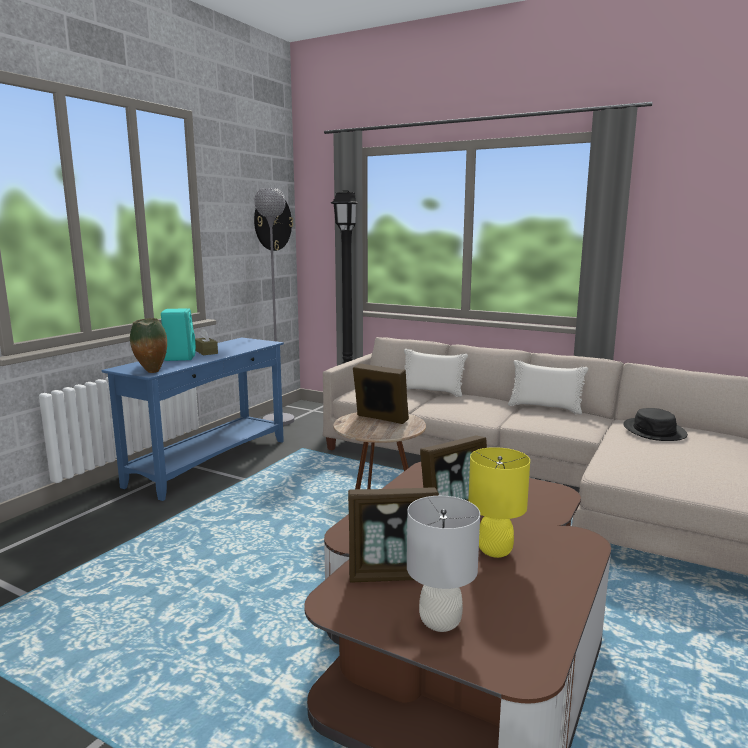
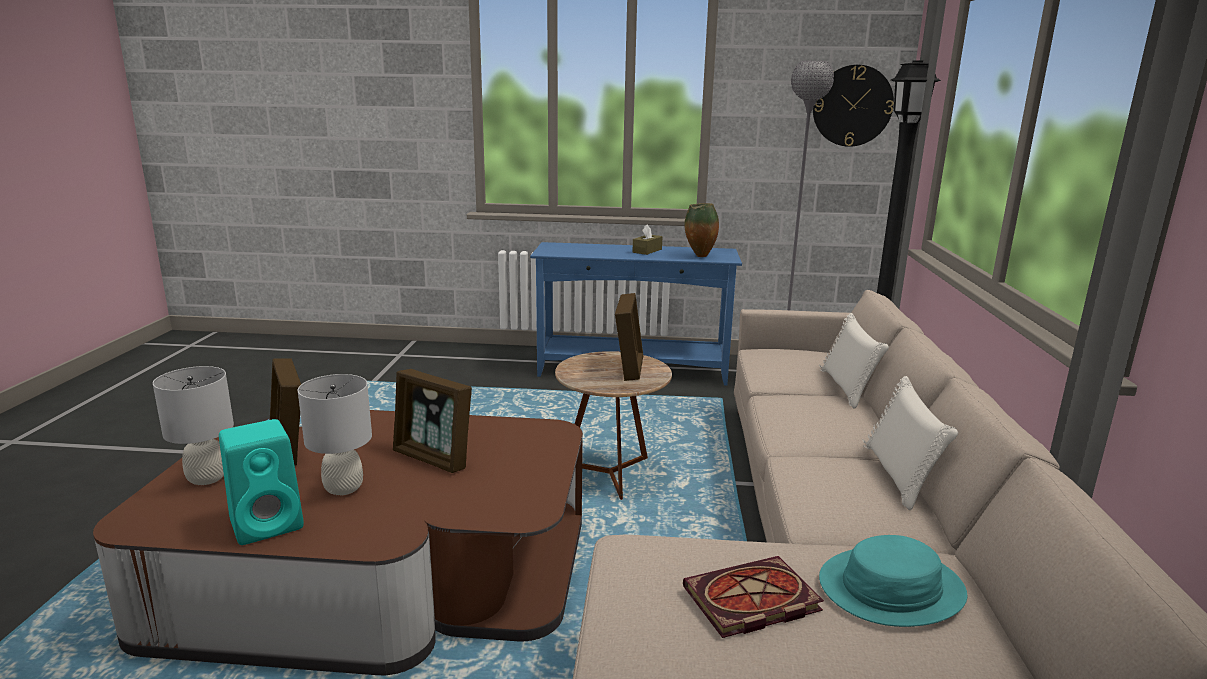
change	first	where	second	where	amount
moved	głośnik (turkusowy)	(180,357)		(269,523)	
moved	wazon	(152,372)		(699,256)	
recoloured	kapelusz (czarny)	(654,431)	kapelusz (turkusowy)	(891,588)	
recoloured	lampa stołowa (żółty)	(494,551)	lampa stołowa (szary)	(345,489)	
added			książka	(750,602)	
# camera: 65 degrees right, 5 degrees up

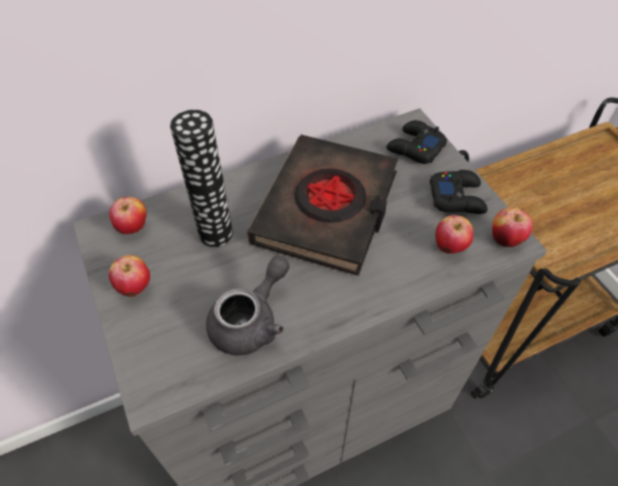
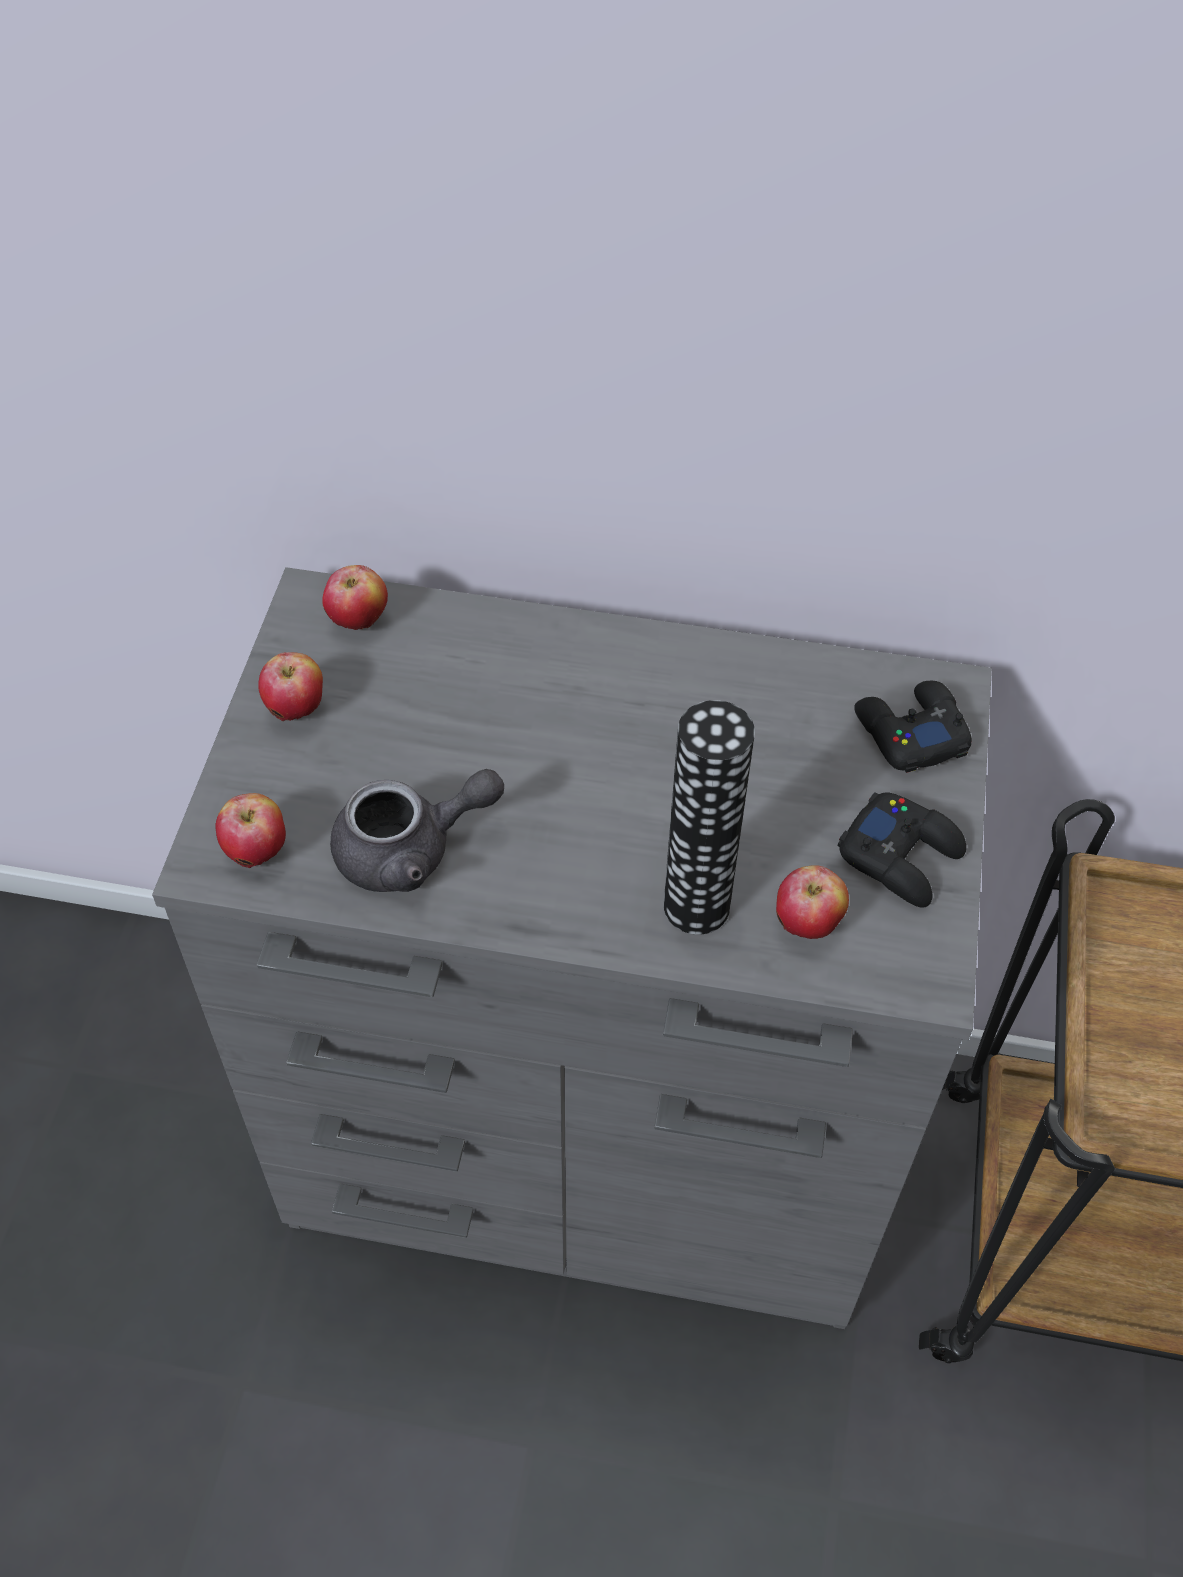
change	first	where	second	where	amount
moved	wazon	(215,233)		(696,906)	
removed	książka (czarny)	(327,209)			
moved	jabłko	(505,239)		(257,853)	
# camera: 35 degrees right, 0 degrees up

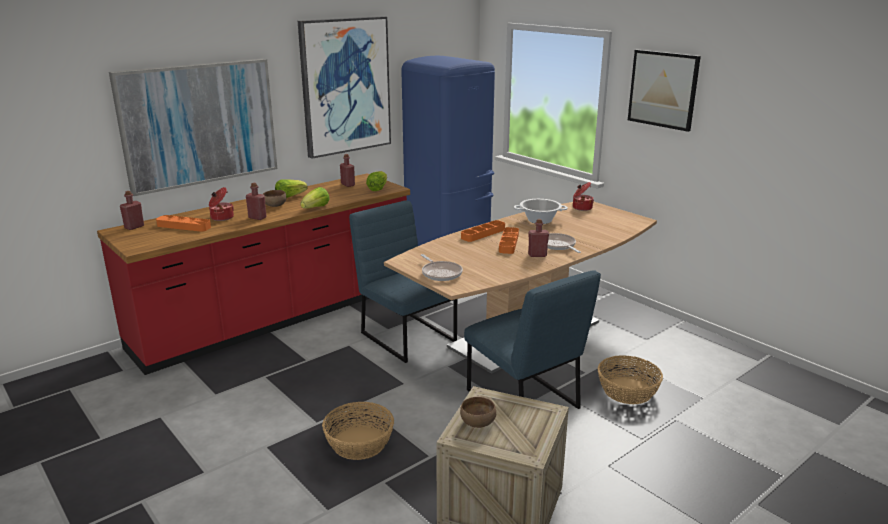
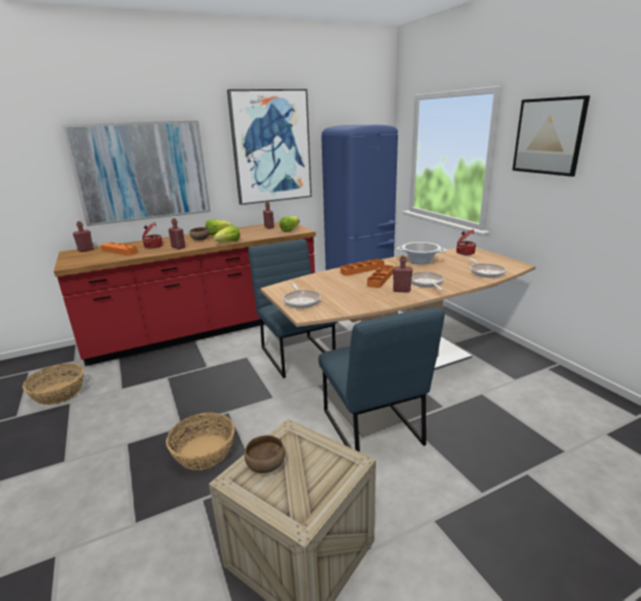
change	first	where	second	where	amount
moved	koszyk	(627,391)		(58,393)	
added			patelnia	(486,272)	
# camera: 15 degrees right, 0 degrees up

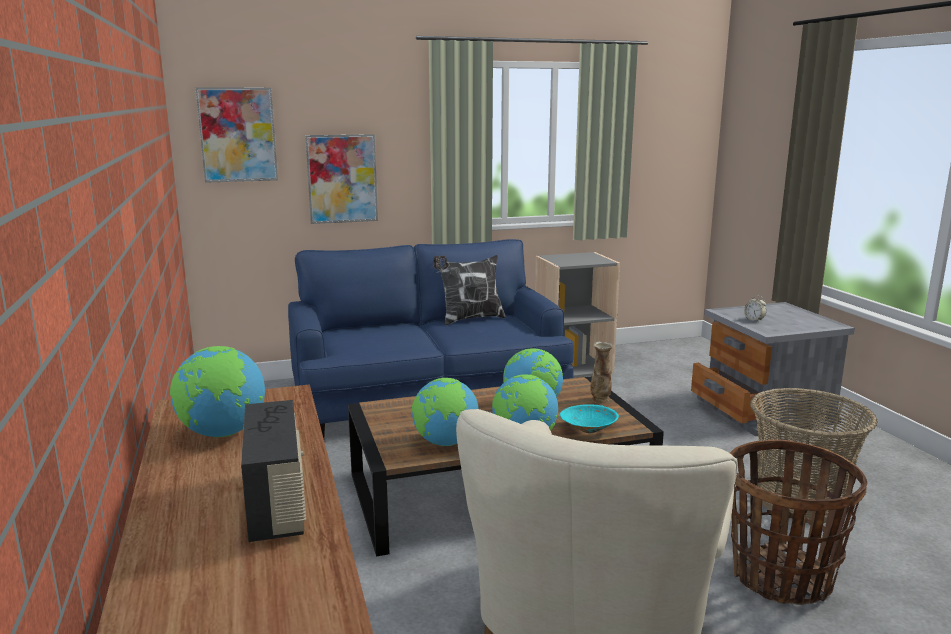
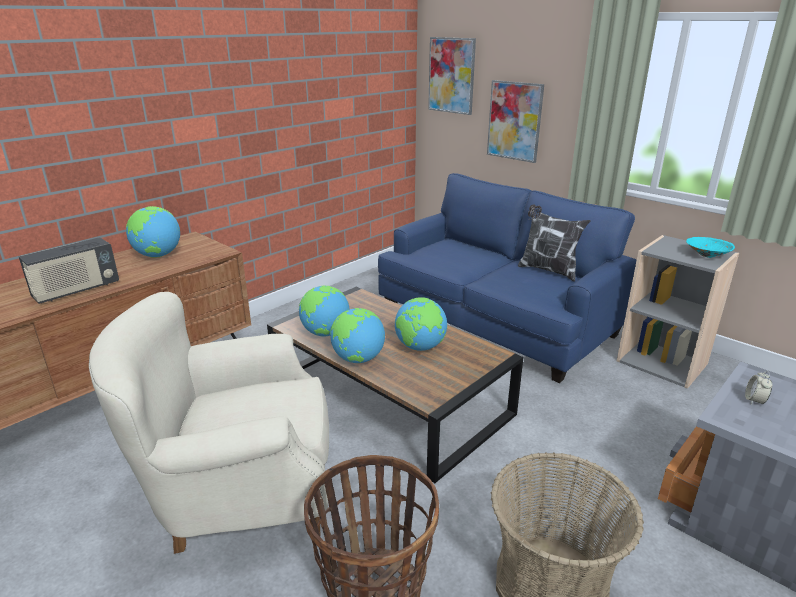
change	first	where	second	where	amount
removed	wazon	(600,400)			
moved	miska (turkusowy)	(587,430)		(706,255)	
# camera: 60 degrees right, 10 degrees up

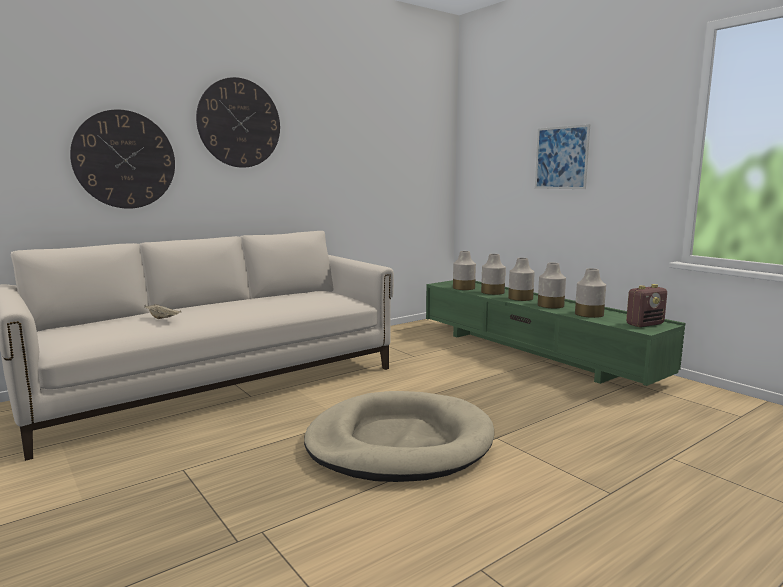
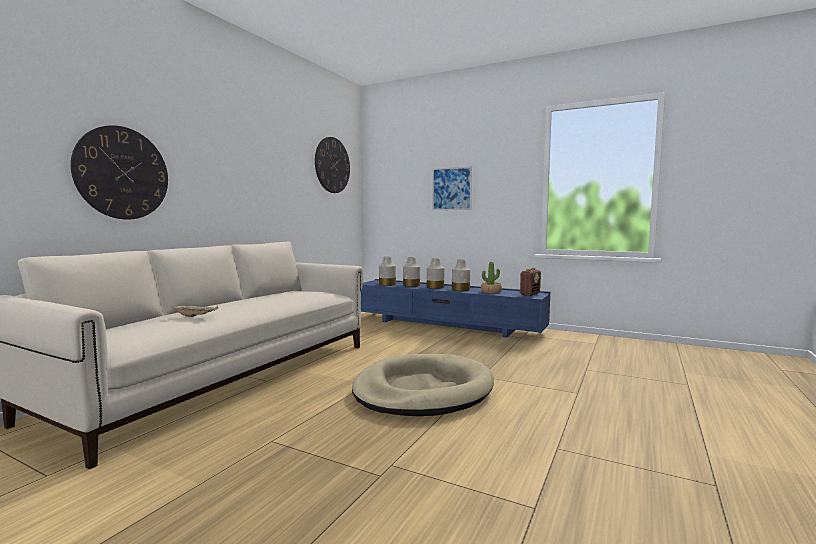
change	first	where	second	where	amount
moved	zegar ścienny	(239,123)		(332,165)	
replaced	wazon (beżowy)	(589,314)	roślina doniczkowa	(491,292)	
recoloured	szafka pod telewizor (zielony)	(533,352)	szafka pod telewizor (niebieski)	(447,325)	
# camera: 25 degrees left, 5 degrees down

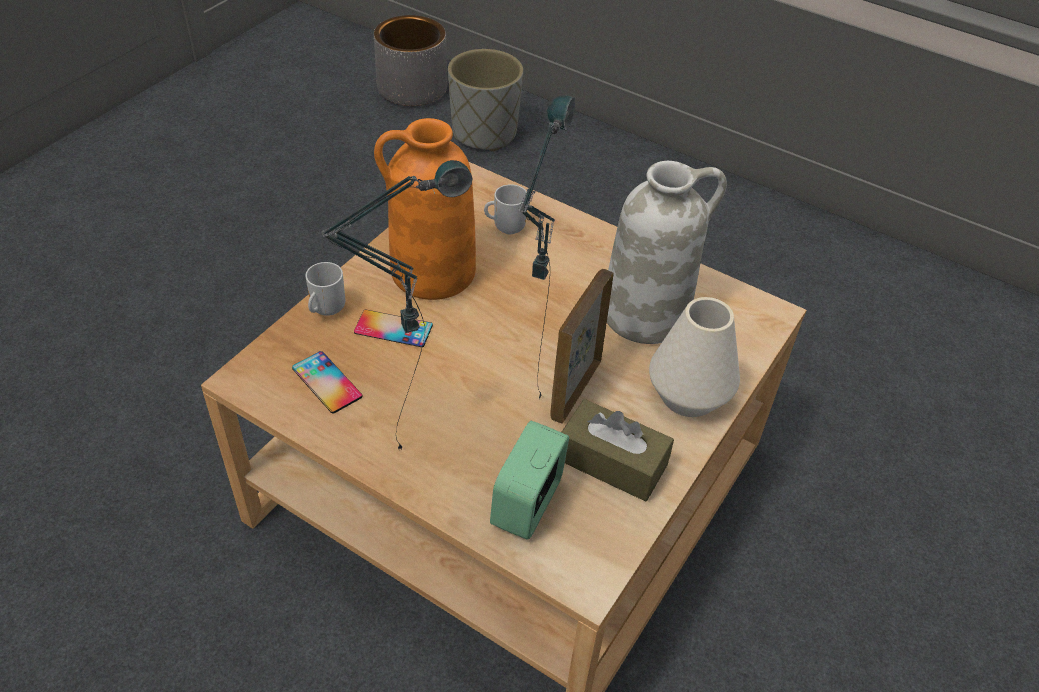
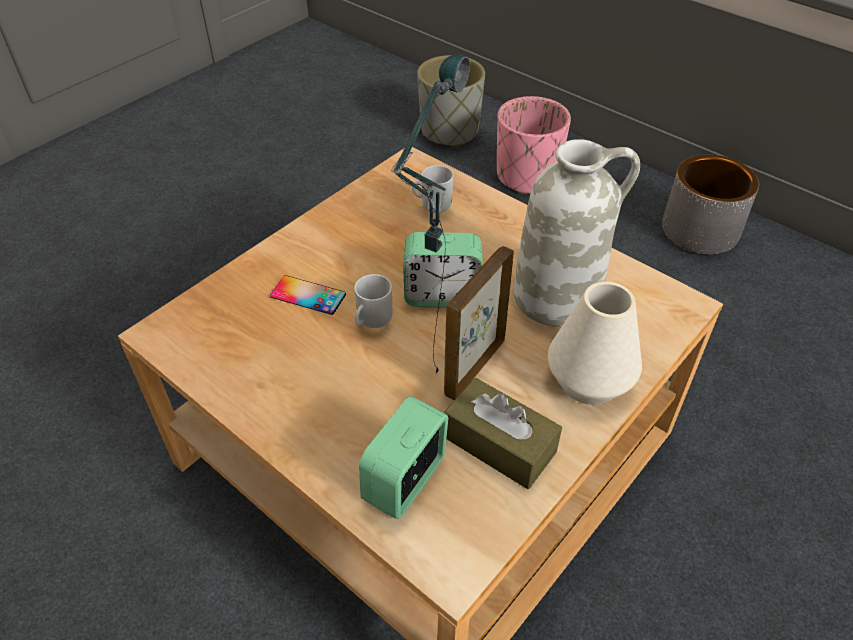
change	first	where	second	where	amount
moved	donica (szary)	(412,89)		(699,231)	
removed	wazon (pomarańczowy)	(432,272)			
removed	lampa stołowa	(411,433)			
moved	kubek	(325,310)		(372,322)	
removed	telefon	(327,382)			
added			donica (różowy)	(527,176)	
added			budzik	(442,295)	
# camera: 10 degrees right, 0 degrees up

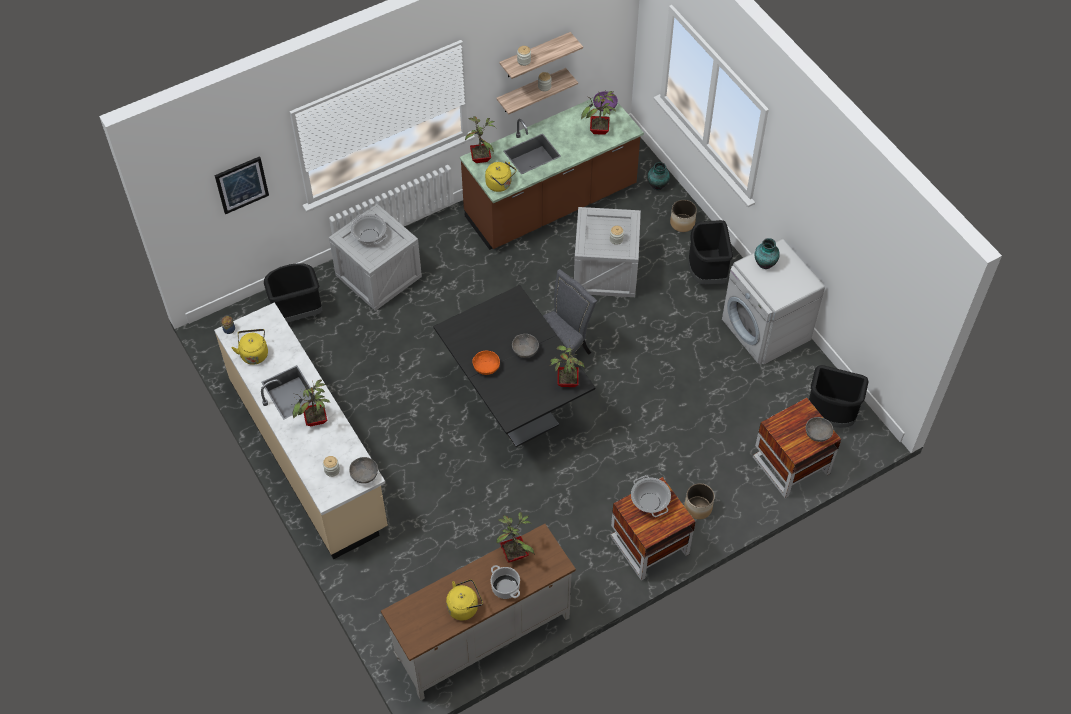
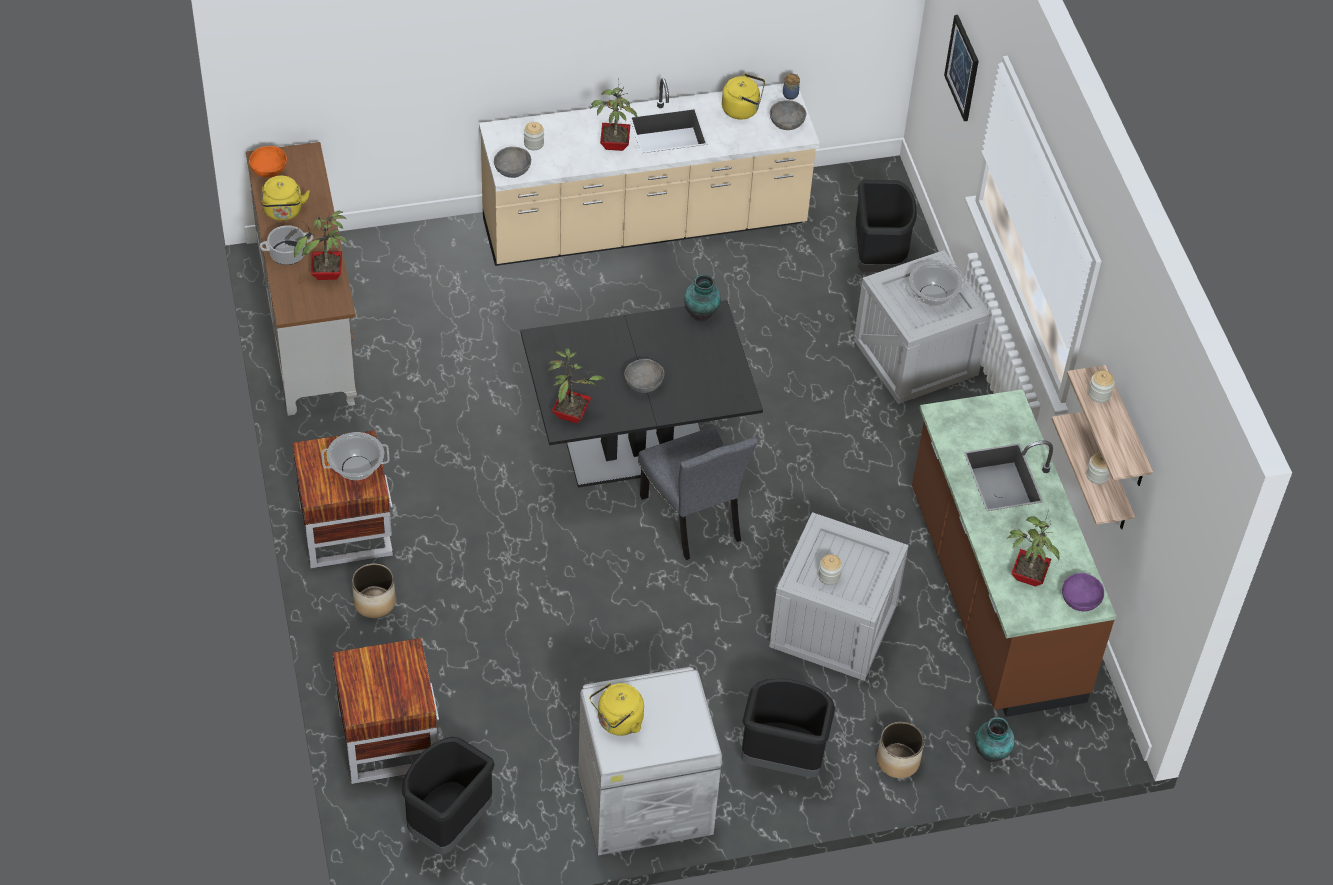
change	first	where	second	where	amount
removed	roślina doniczkowa	(482,158)			
moved	czajnik (żółty)	(500,184)		(618,722)	
moved	wazon	(764,263)		(702,314)	
moved	miska (pomarańczowy)	(486,367)		(269,170)	
moved	miska (szary)	(817,434)		(786,123)	
# camera: 105 degrees right, 5 degrees down

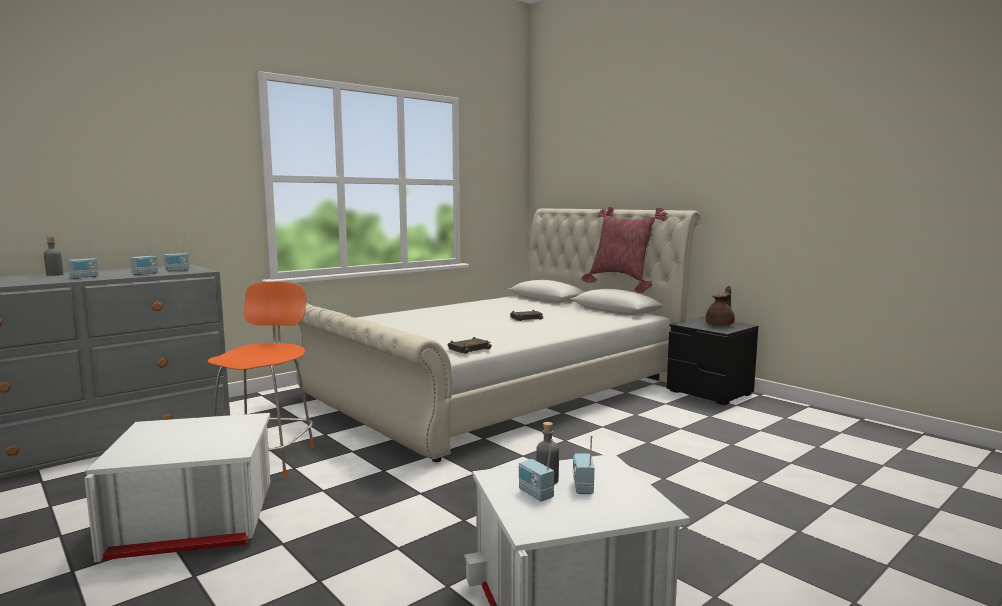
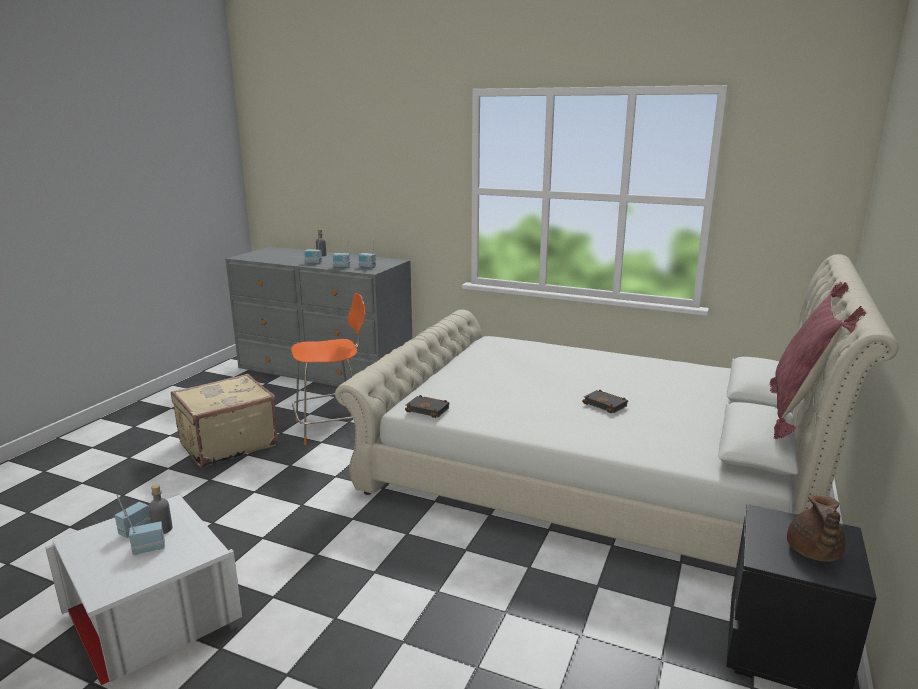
change	first	where	second	where	amount
turned	imbryk (brązowy)	(720,325)		(813,553)	90 degrees clockwise
replaced	pojemnik do przechowywania (biały)	(194,524)	walizka (beżowy)	(227,443)	
# camera: 65 degrees right, 10 degrees up

